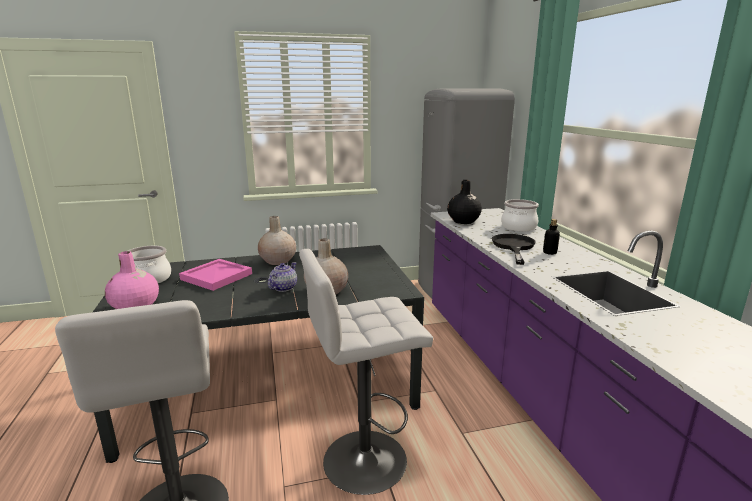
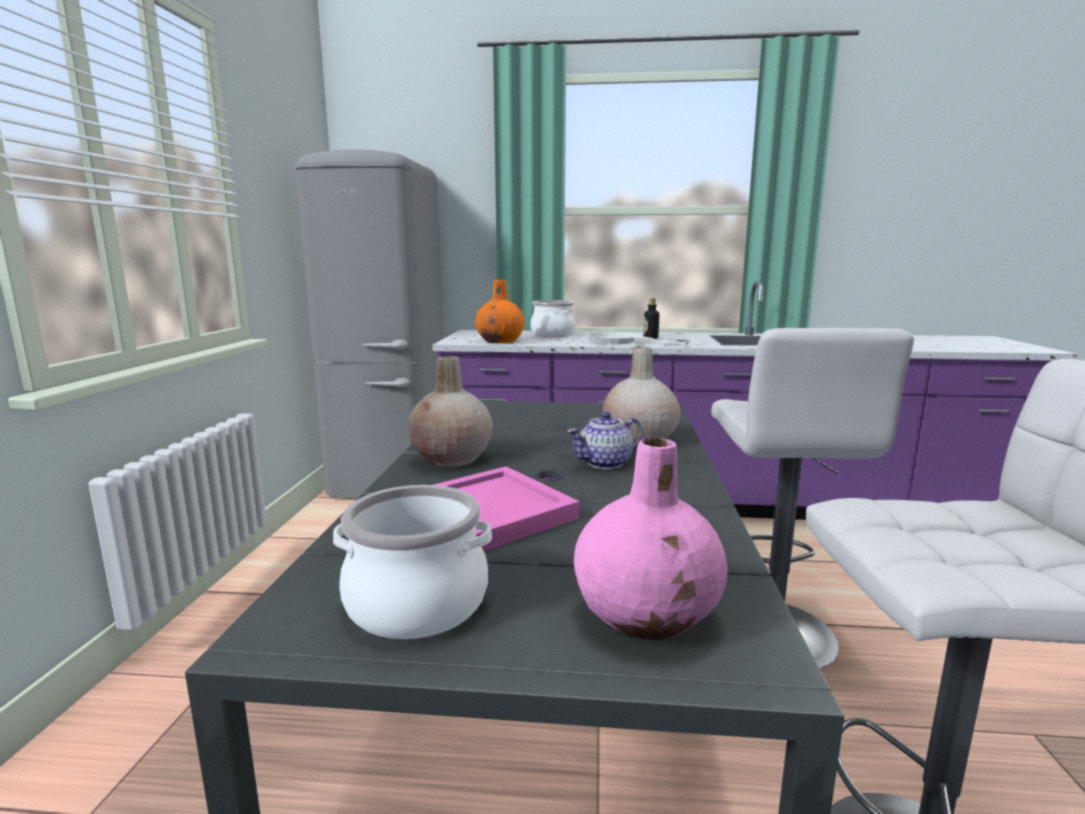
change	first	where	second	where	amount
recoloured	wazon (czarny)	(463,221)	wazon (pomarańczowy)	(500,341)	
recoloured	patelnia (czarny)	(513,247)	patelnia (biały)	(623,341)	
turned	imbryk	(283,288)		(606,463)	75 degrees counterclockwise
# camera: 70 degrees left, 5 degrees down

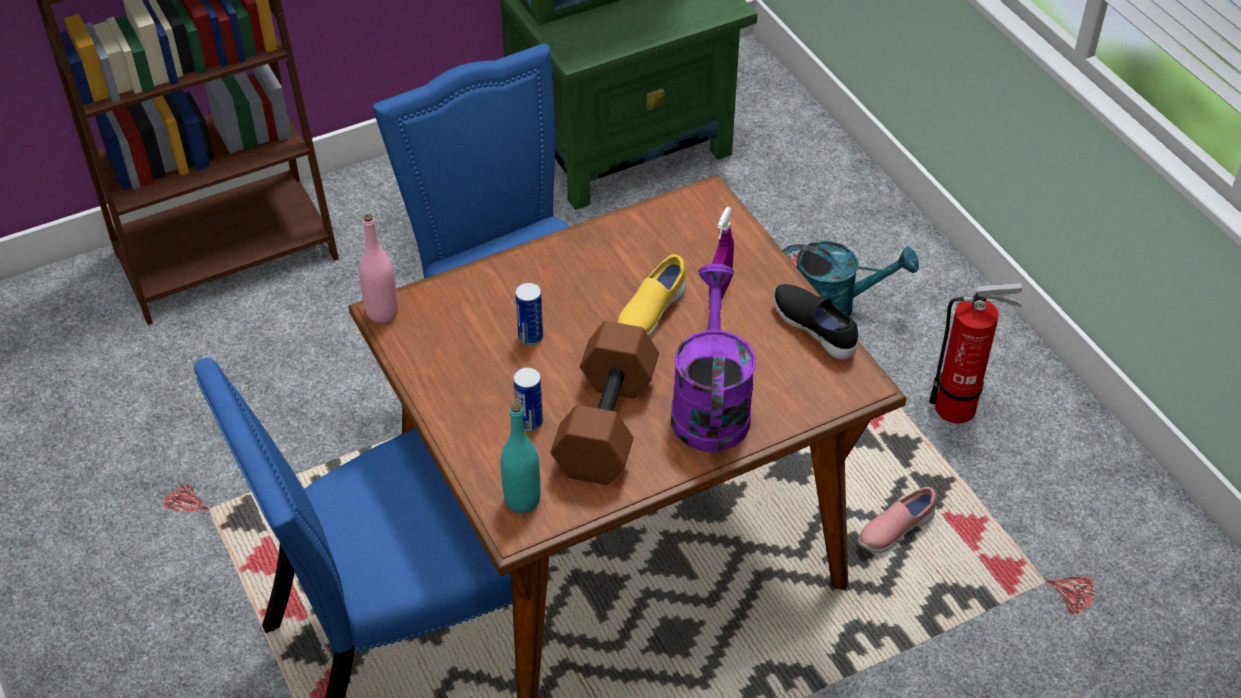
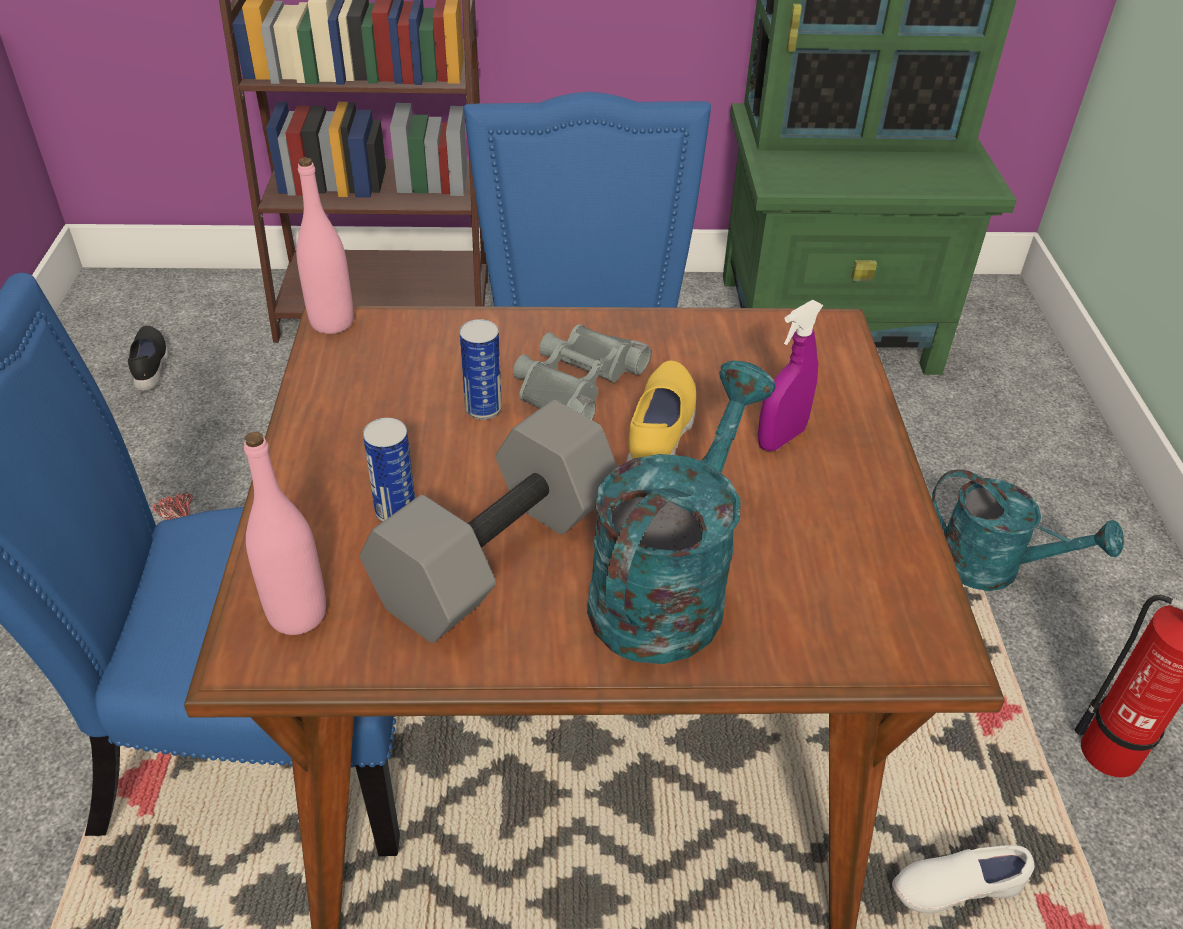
change	first	where	second	where	amount
turned	but (żółty)	(650,314)		(661,436)	135 degrees clockwise
recoloured	konewka (fioletowy)	(710,405)	konewka (turkusowy)	(667,586)	
moved	but (czarny)	(815,329)		(151,366)	
recoloured	hantel (brązowy)	(604,422)	hantel (szary)	(496,551)	
recoloured	butelka (turkusowy)	(522,500)	butelka (różowy)	(297,614)	
recoloured	but (różowy)	(894,530)	but (biały)	(954,888)	
added			lornetka (szary)	(575,383)	
# camera: 25 degrees right, 5 degrees down

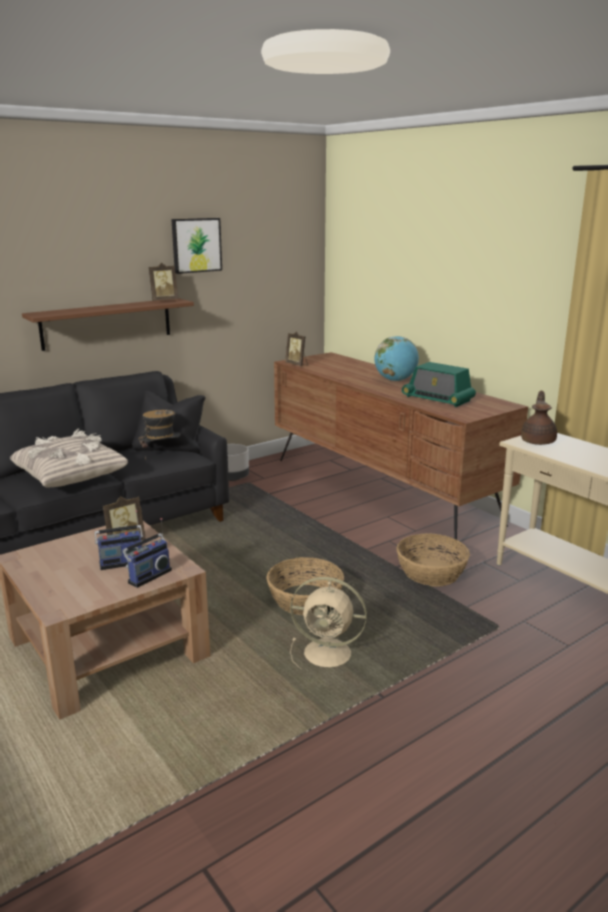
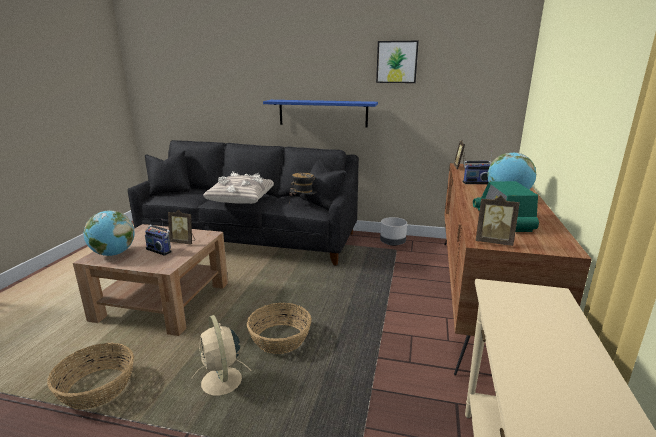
change	first	where	second	where	amount
moved	ramka na zdjęcie	(163,300)		(493,242)	
recoloured	półka (brązowy)	(107,323)	półka (niebieski)	(323,113)	
removed	imbryk (brązowy)	(538,441)			
moved	radio	(148,576)		(475,182)	
moved	koszyk	(430,573)		(97,388)	
added			globus	(113,254)	
# camera: 50 degrees right, 0 degrees up

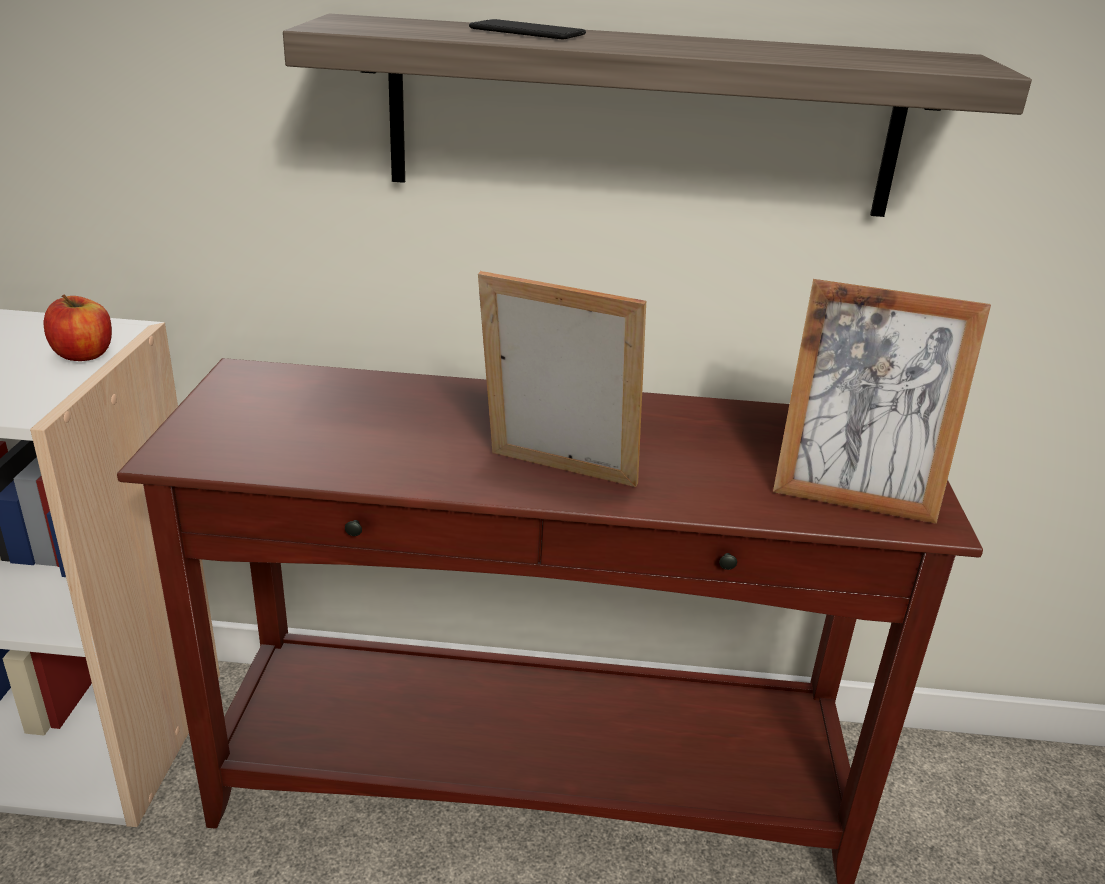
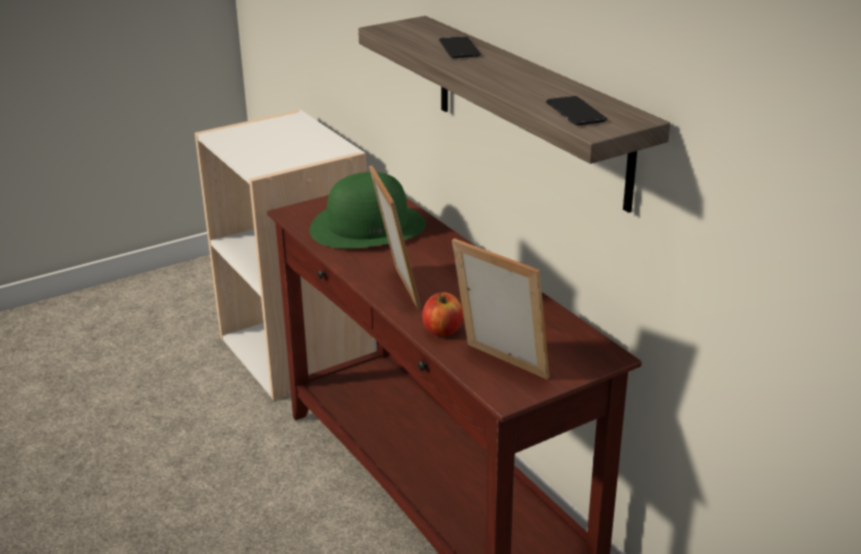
change	first	where	second	where	amount
turned	ramka na zdjęcie	(853,496)		(499,366)	150 degrees clockwise
moved	jabłko	(83,355)		(442,330)	
added			telefon	(575,112)	
added			kapelusz (zielony)	(368,226)	
# camera: 55 degrees right, 0 degrees up

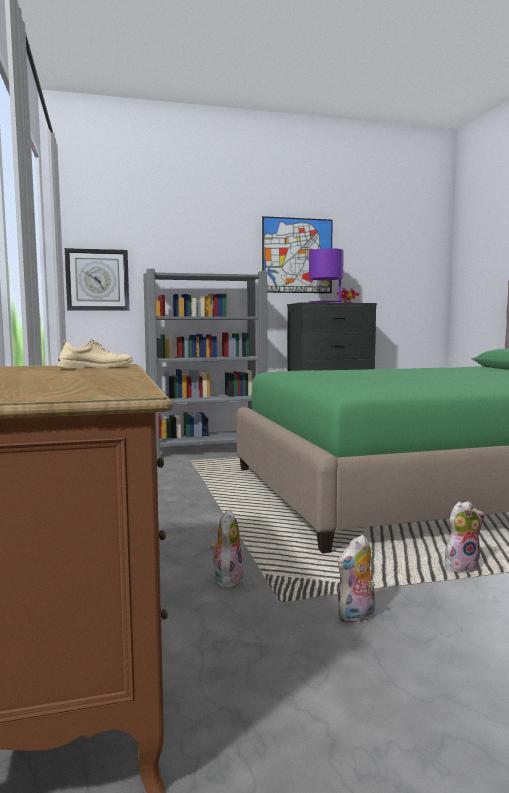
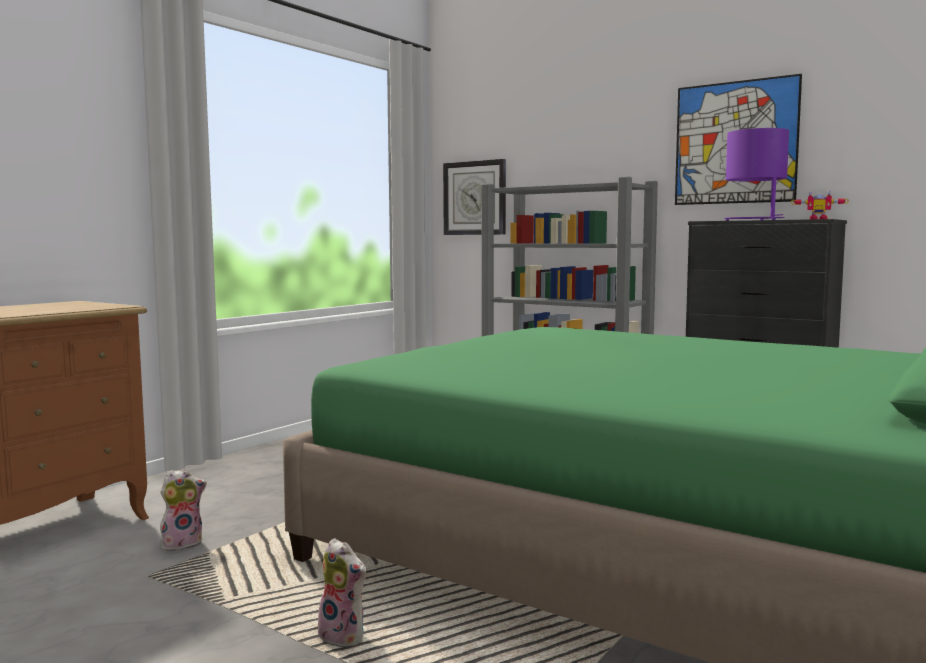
change	first	where	second	where	amount
removed	but (beżowy)	(96,367)			
removed	pluszak	(357,617)			
# camera: 50 degrees right, 0 degrees up

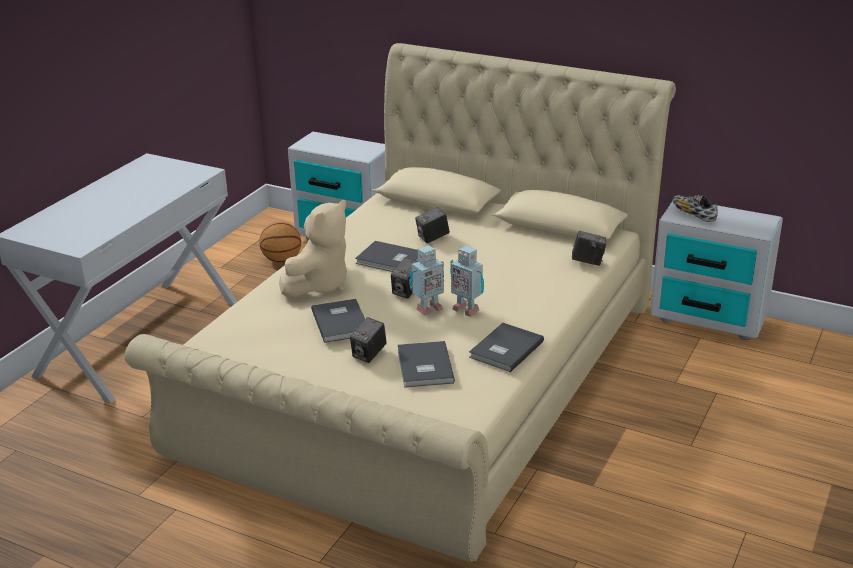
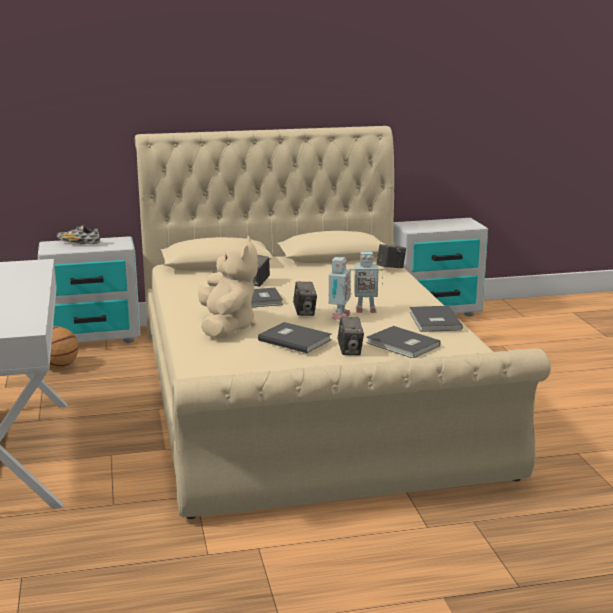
change	first	where	second	where	amount
moved	but	(693,214)		(78,243)	
# camera: 40 degrees left, 10 degrees down

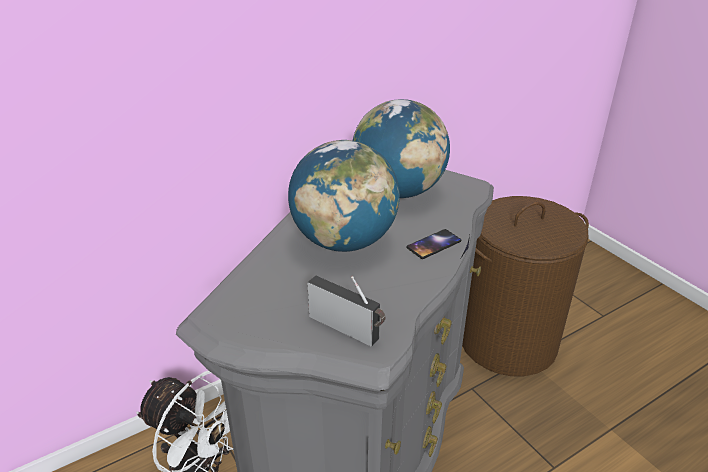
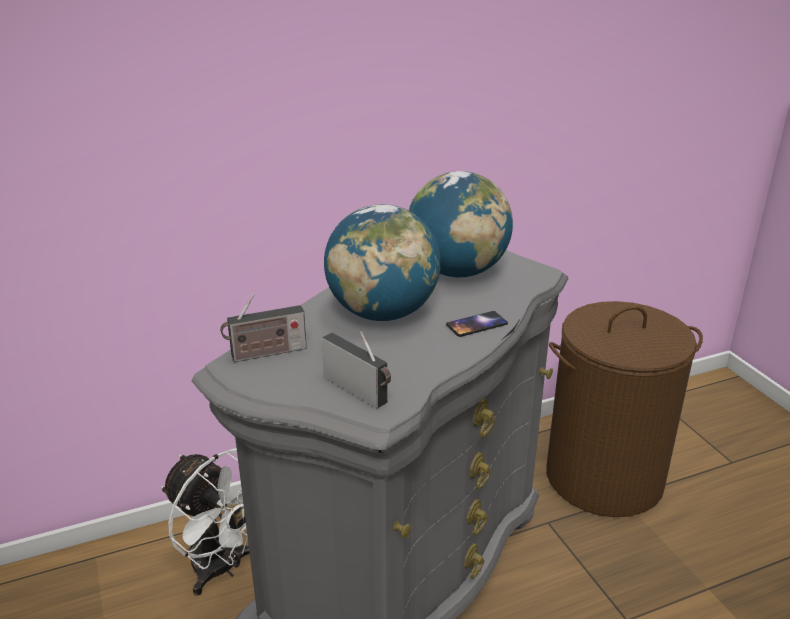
change	first	where	second	where	amount
added			radio	(265,353)	
# camera: 10 degrees right, 5 degrees down

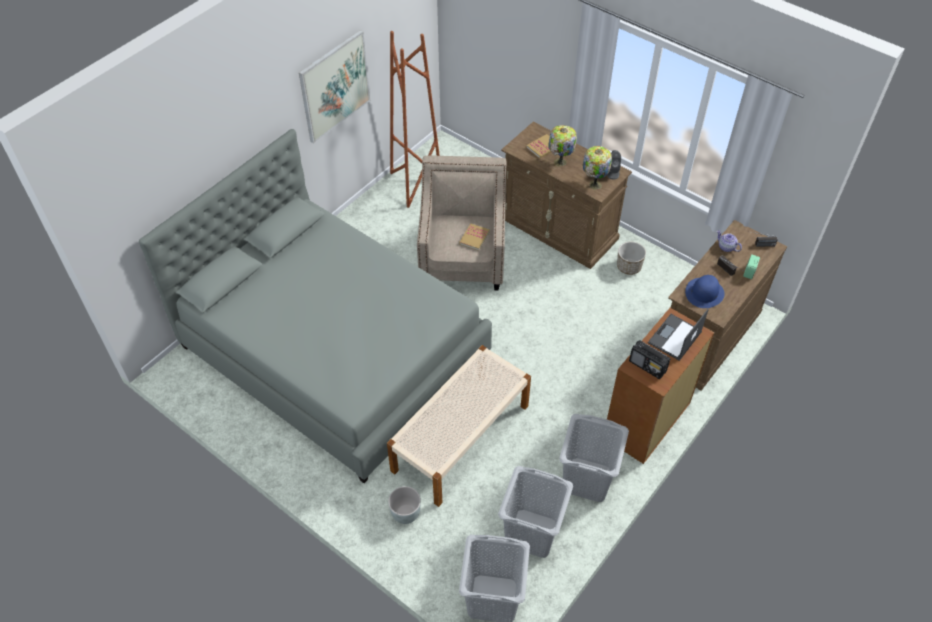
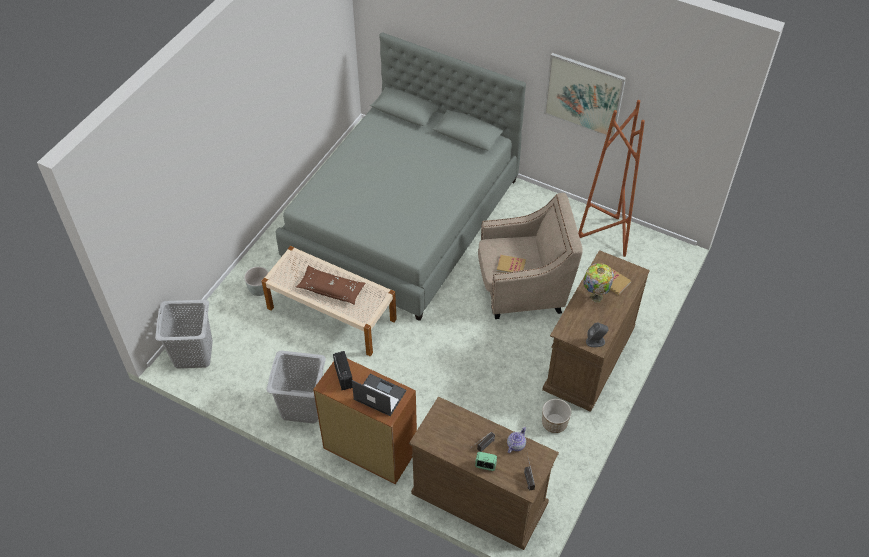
change	first	where	second	where	amount
removed	lampa stołowa	(594,184)			
removed	kapelusz (niebieski)	(704,292)			
turned	radio	(648,366)		(343,376)	135 degrees clockwise
removed	kosz na pranie (szary)	(531,533)			
added			poduszka (brązowy)	(331,289)	
# camera: 80 degrees right, 0 degrees up

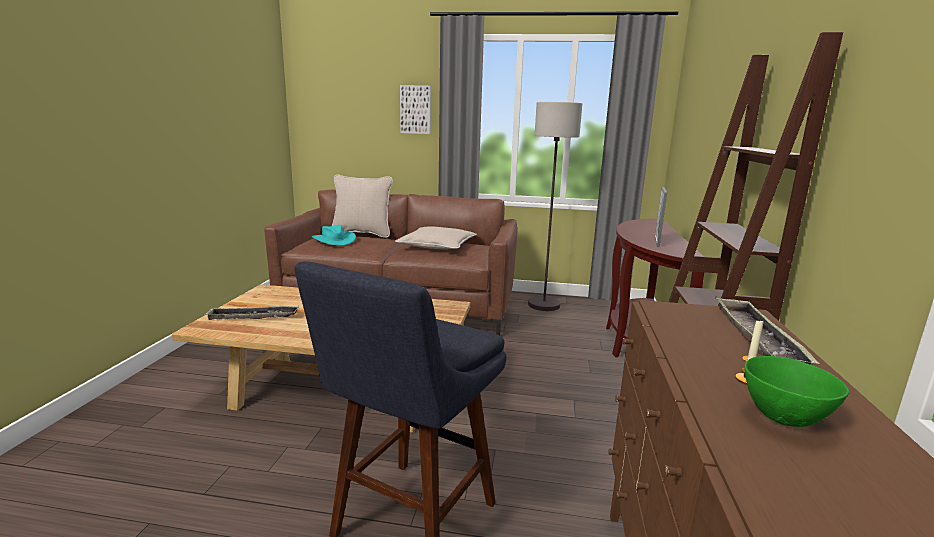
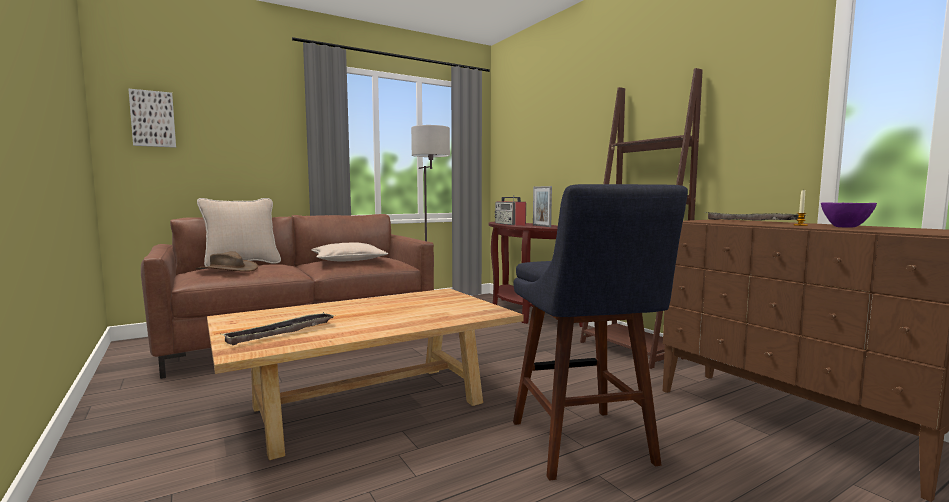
change	first	where	second	where	amount
moved	obraz	(416,109)		(153,119)	
recoloured	kapelusz (turkusowy)	(334,240)	kapelusz (brązowy)	(227,270)	
recoloured	miska (zielony)	(785,418)	miska (fioletowy)	(845,227)	
added			radio	(510,224)	
# camera: 40 degrees left, 10 degrees down

